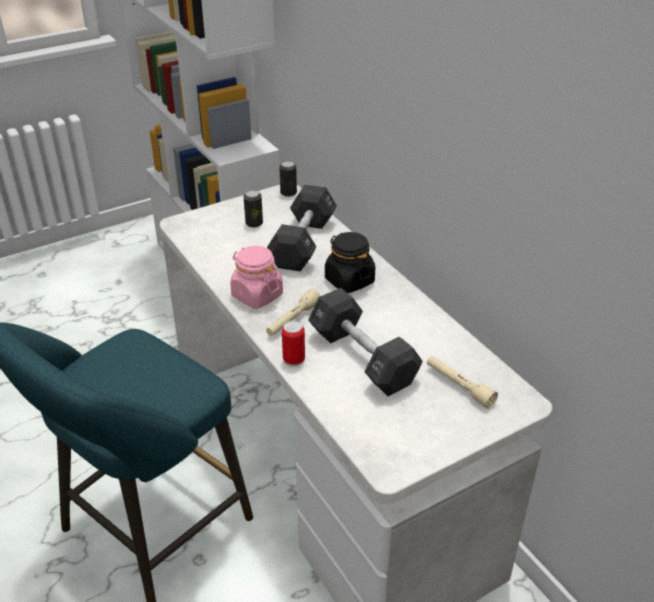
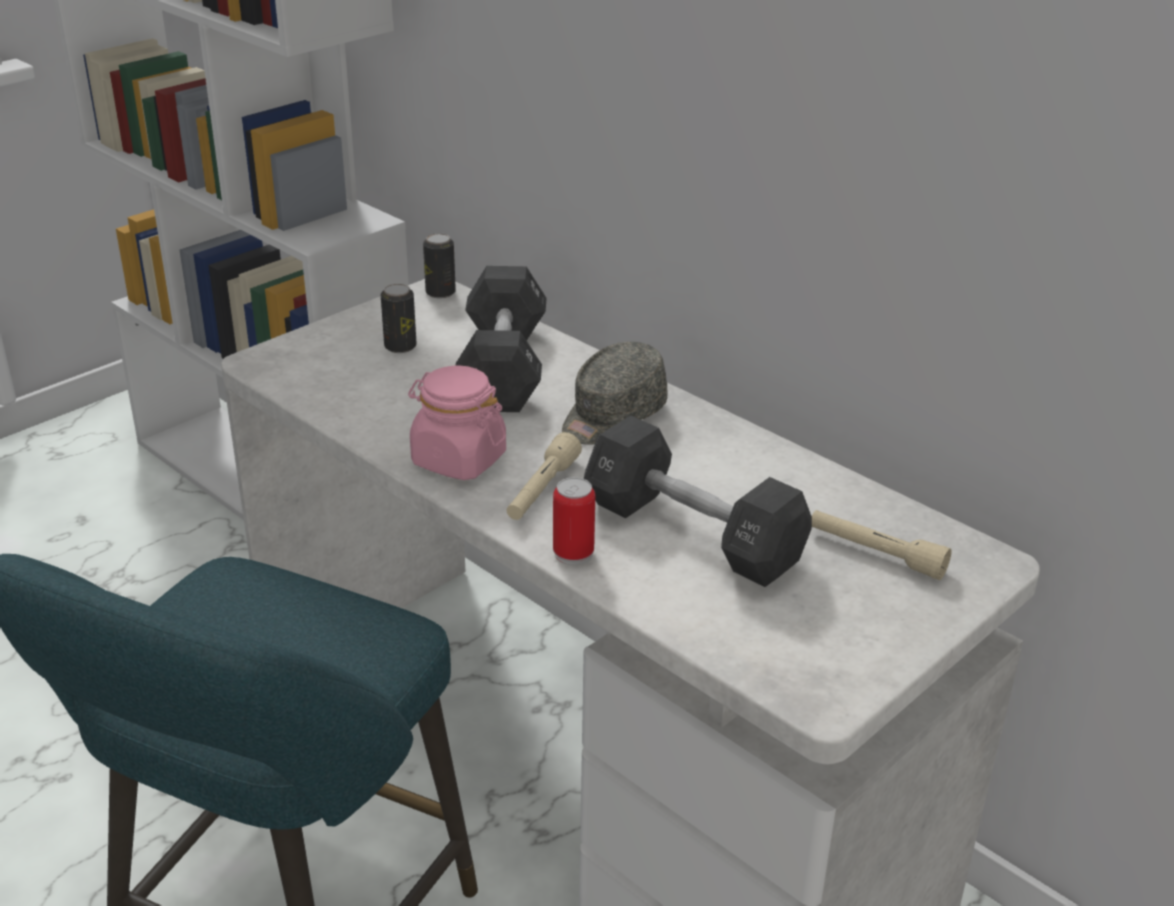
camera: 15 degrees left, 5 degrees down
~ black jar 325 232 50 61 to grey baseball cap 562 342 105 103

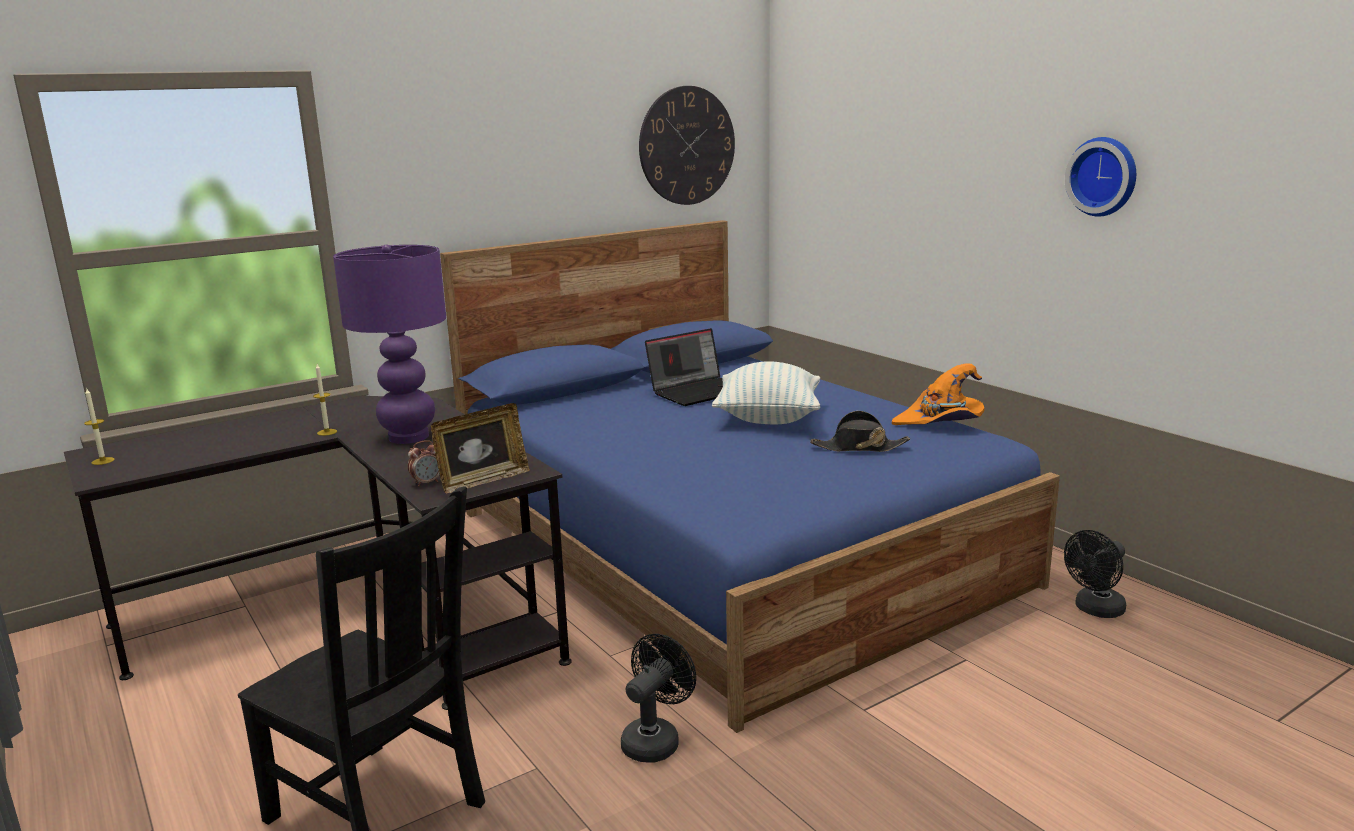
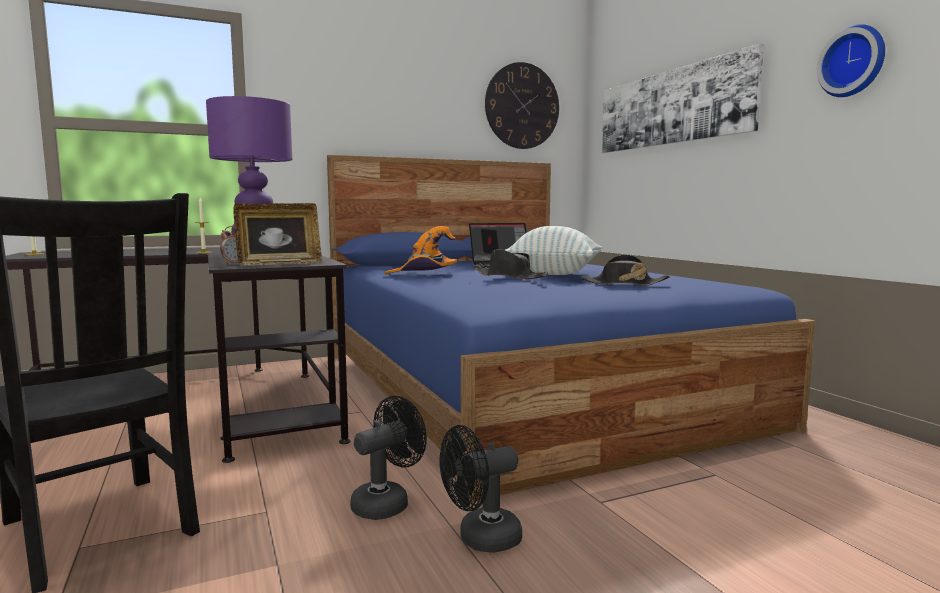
camera: 10 degrees right, 10 degrees down
~ orange hat 892 363 92 62 to 384 226 73 48
~ black cooling fan 1064 530 62 88 to 439 425 83 128
+ wall picture 602 43 162 110
+ black hat 473 249 75 30

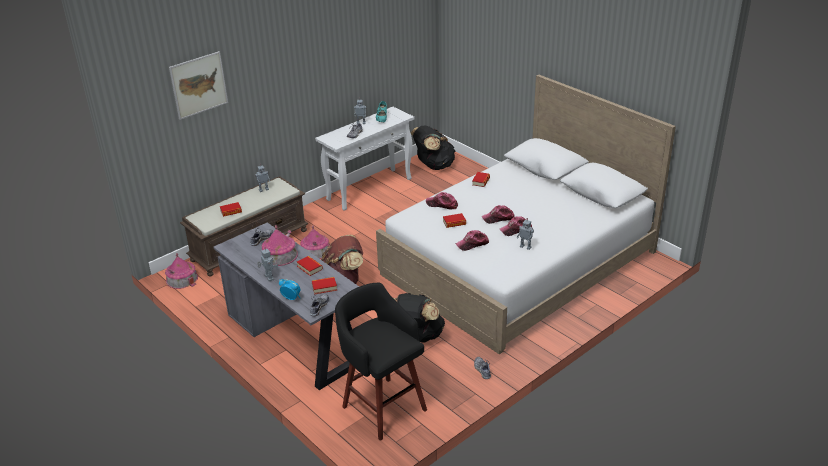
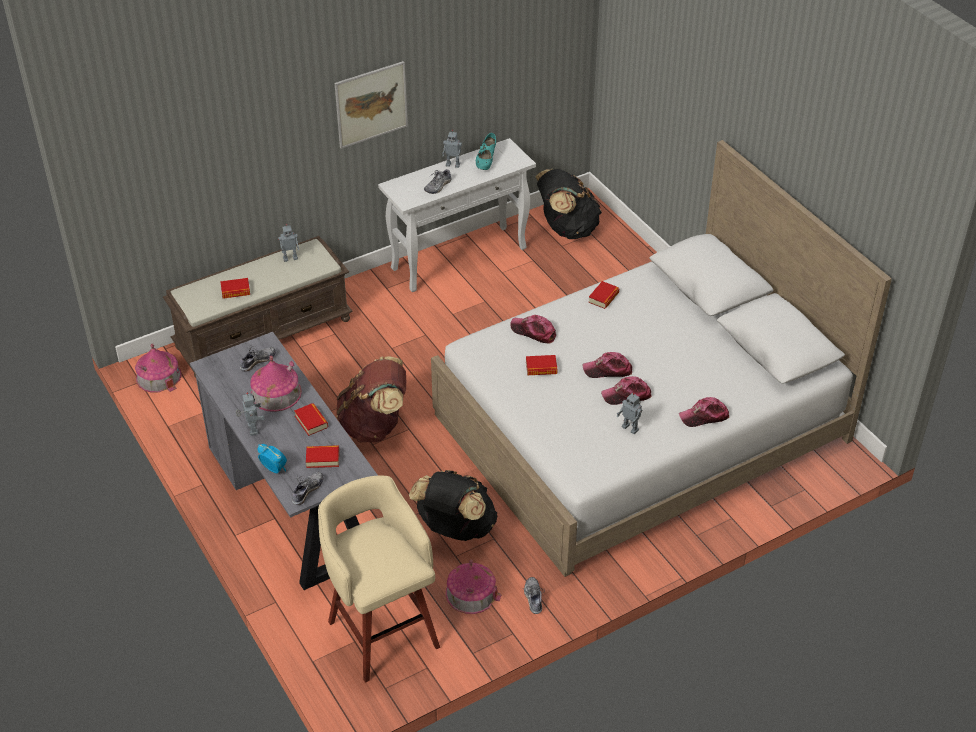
camera: 10 degrees right, 10 degrees up
~ wall picture 169 51 59 69 to 335 61 73 88
~ toy house 300 225 30 34 to 446 560 56 54
~ baseball cap 455 230 34 21 to 679 397 50 30
~ black stool seat 335 283 92 158 to beige stool seat 318 476 122 207

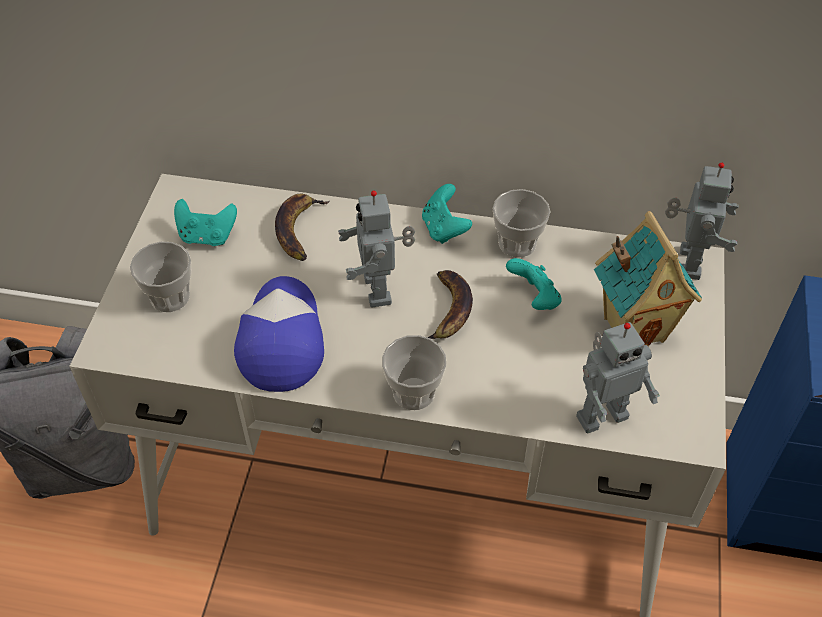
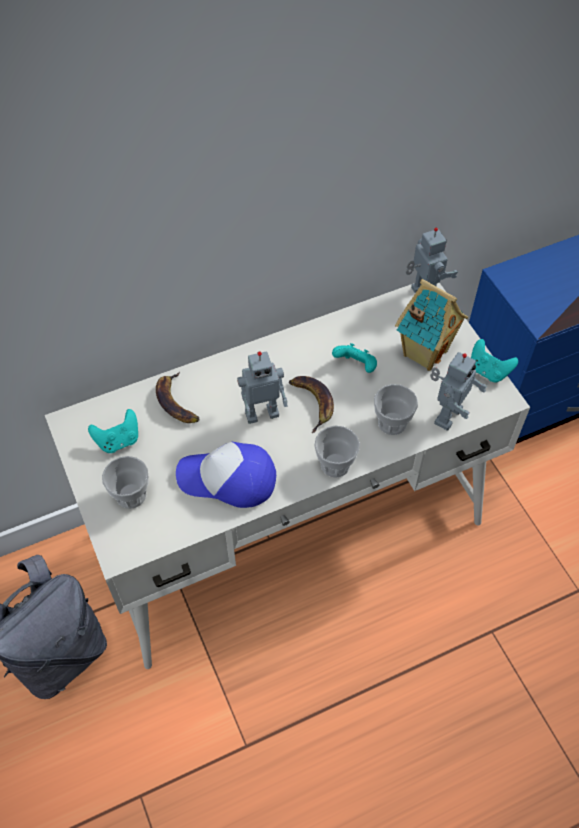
camera: 35 degrees left, 5 degrees up
~ blue-green game controller 422 184 50 60 to 471 339 47 43
~ small cup 493 189 58 69 to 374 384 44 51
~ toy robot 338 190 77 118 = 237 351 51 73 60 degrees counterclockwise
~ baseball cap 234 276 90 116 = 176 442 100 66 45 degrees counterclockwise

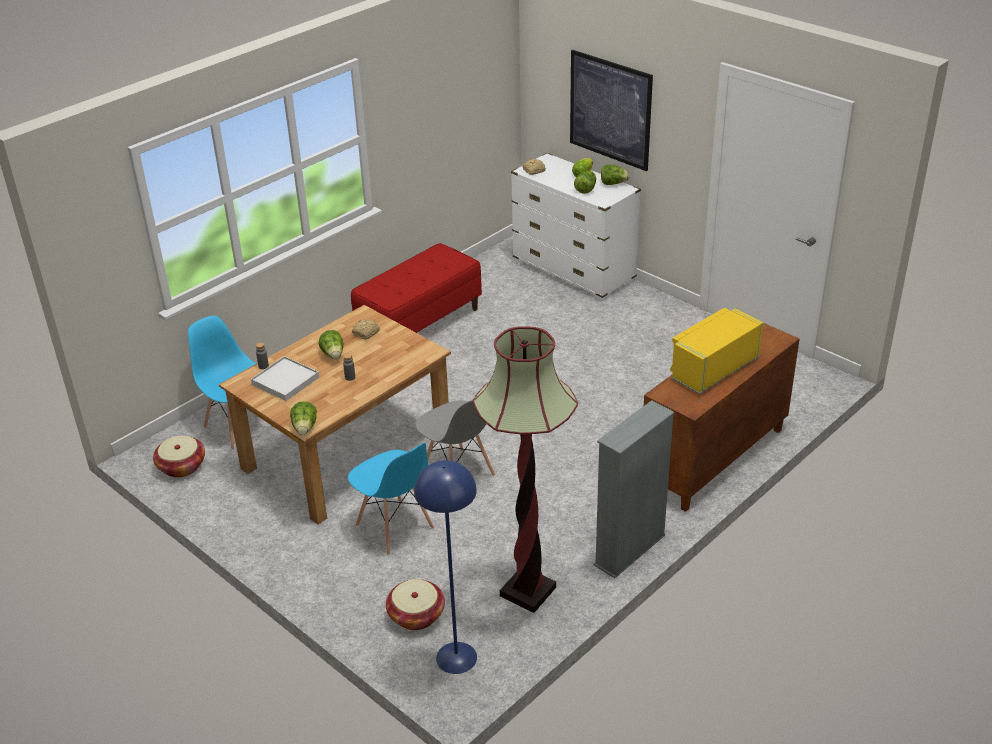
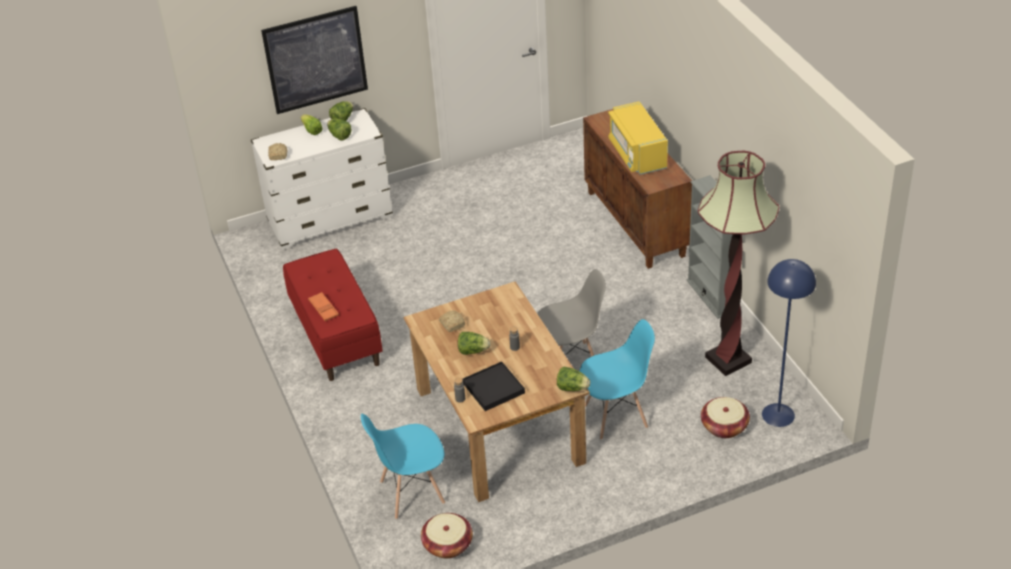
camera: 65 degrees left, 5 degrees up
~ whitish tray 251 356 68 45 to black tray 462 361 63 50
+ orange tray 308 292 31 29

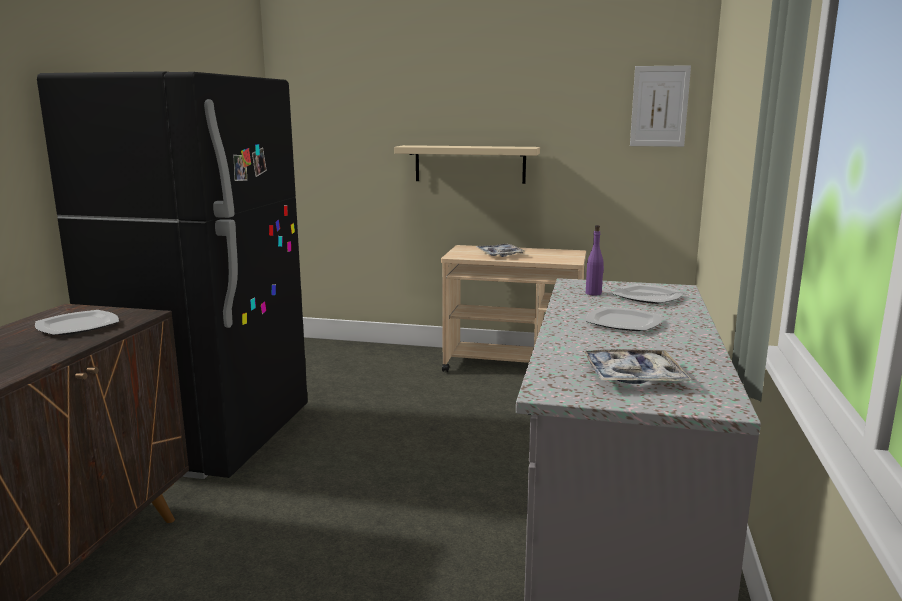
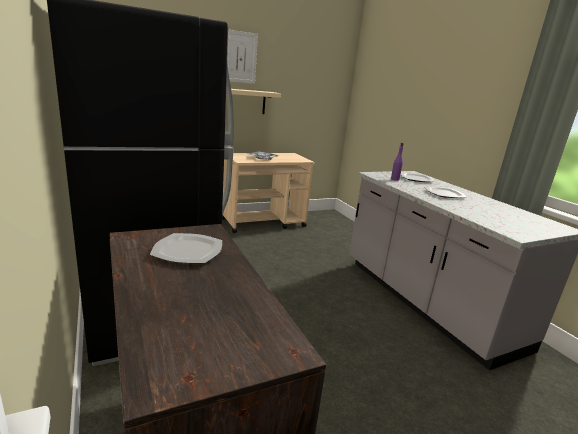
camera: 40 degrees left, 5 degrees up
~ wall picture 630 65 61 82 to 227 30 31 54
- tray 583 349 108 35

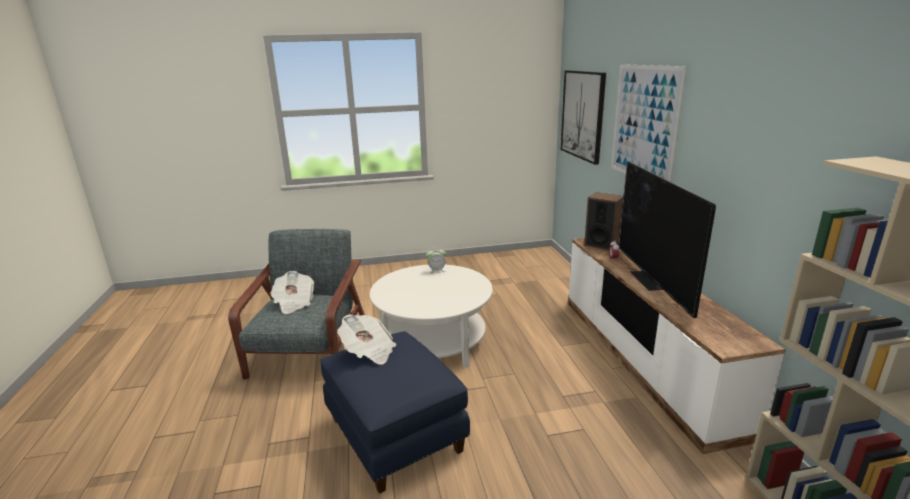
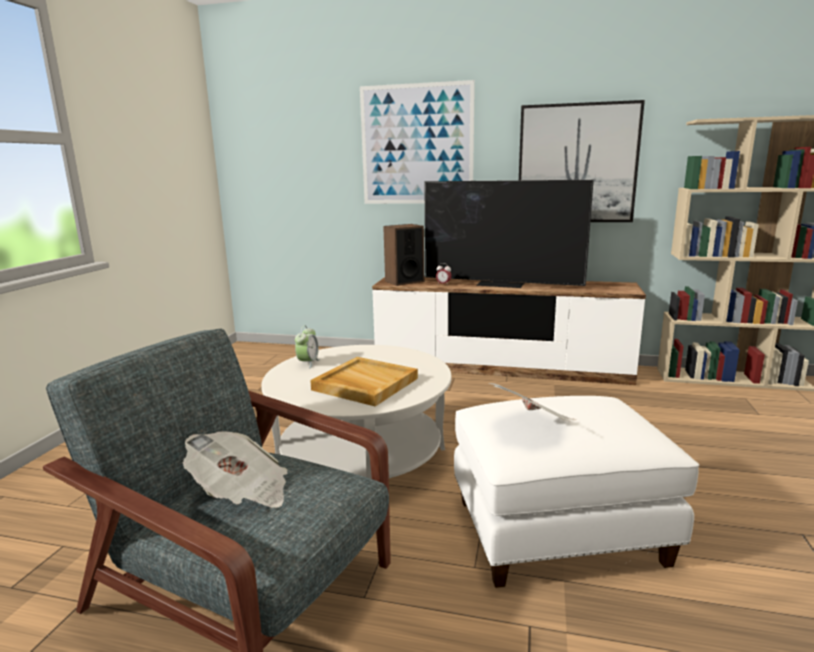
camera: 65 degrees left, 5 degrees down
~ wall picture 561 70 45 95 to 519 100 126 122
~ blue ottoman 320 331 150 163 to whitish ottoman 454 396 245 192
+ beige tray 310 357 108 49

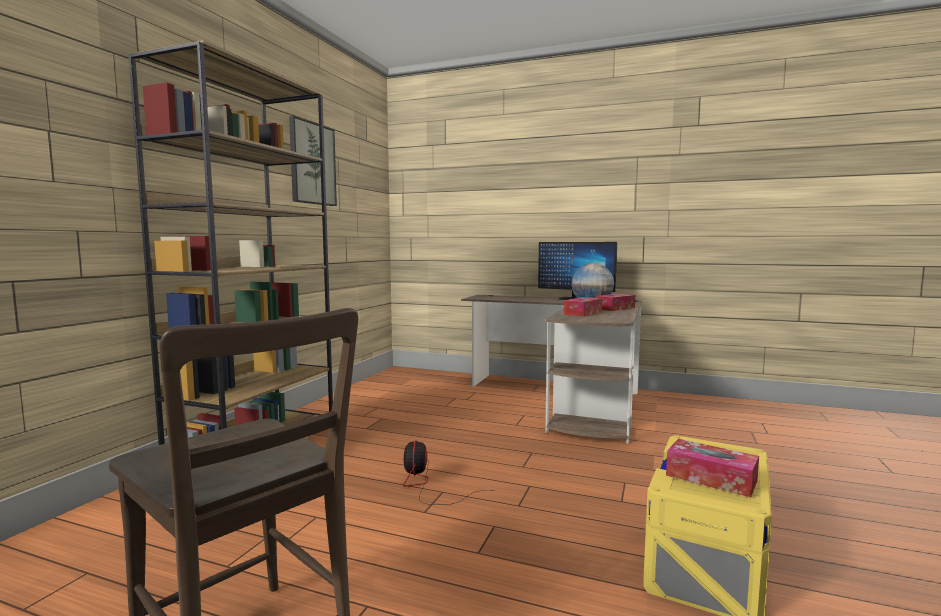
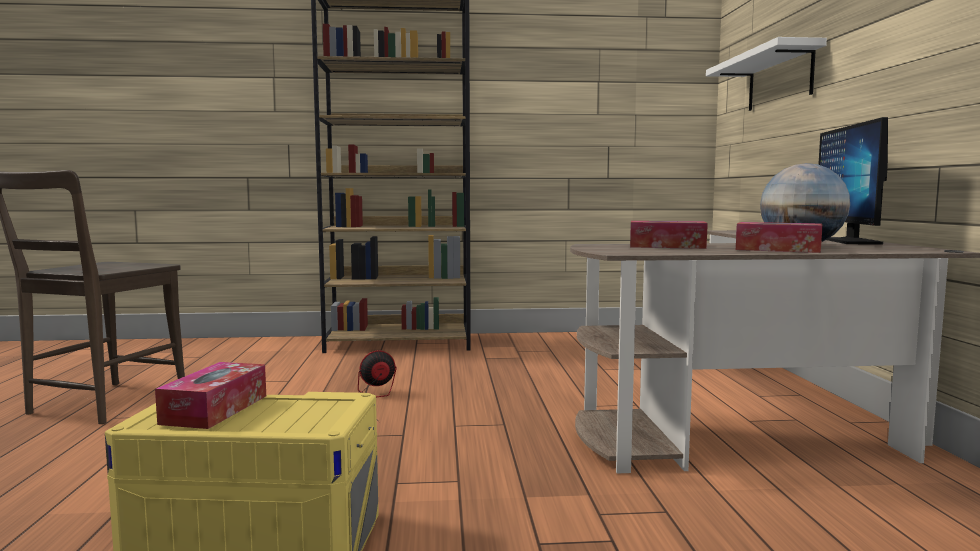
camera: 65 degrees right, 0 degrees up
- wall picture 289 116 48 90
+ whitish bracket shelf 706 37 121 74

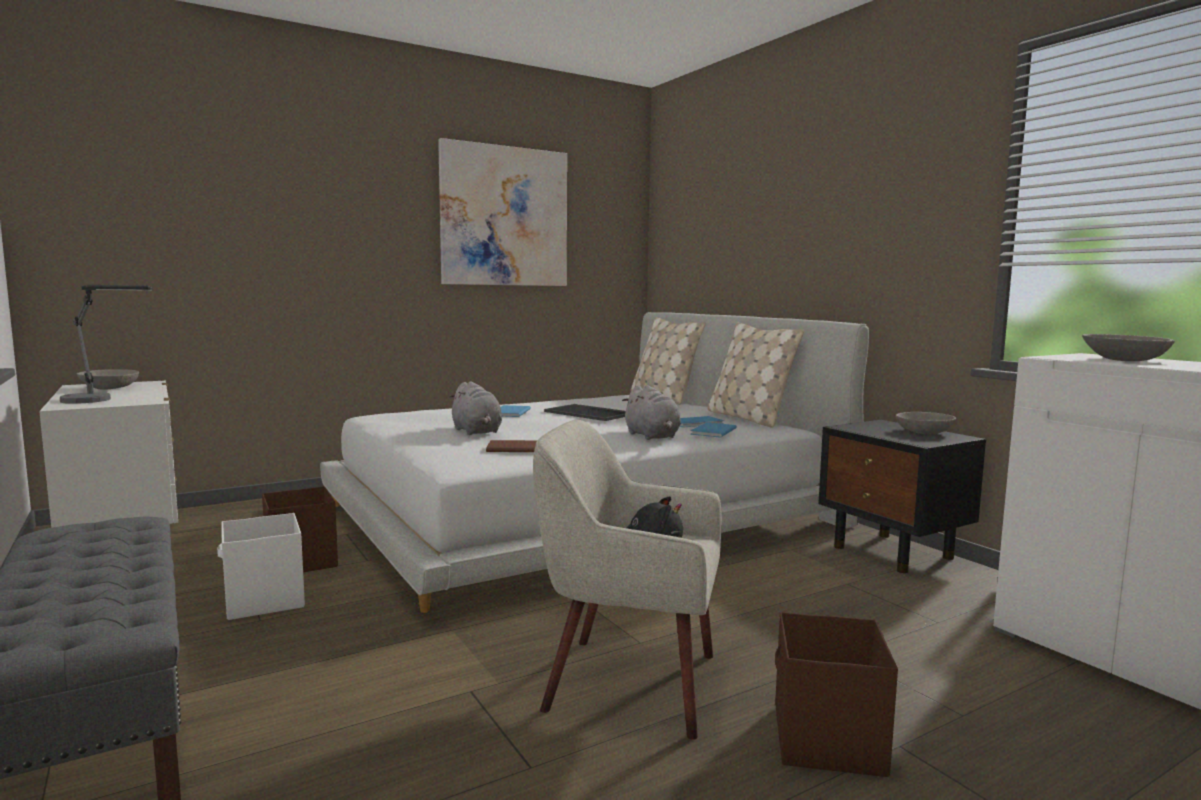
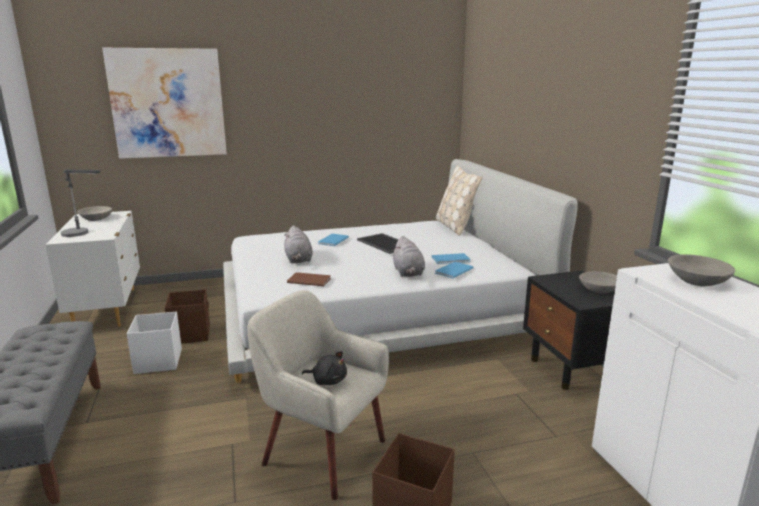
camera: 15 degrees right, 10 degrees up
~ wall picture 438 138 129 148 to 102 48 125 111
- beige pillow 707 322 97 105

